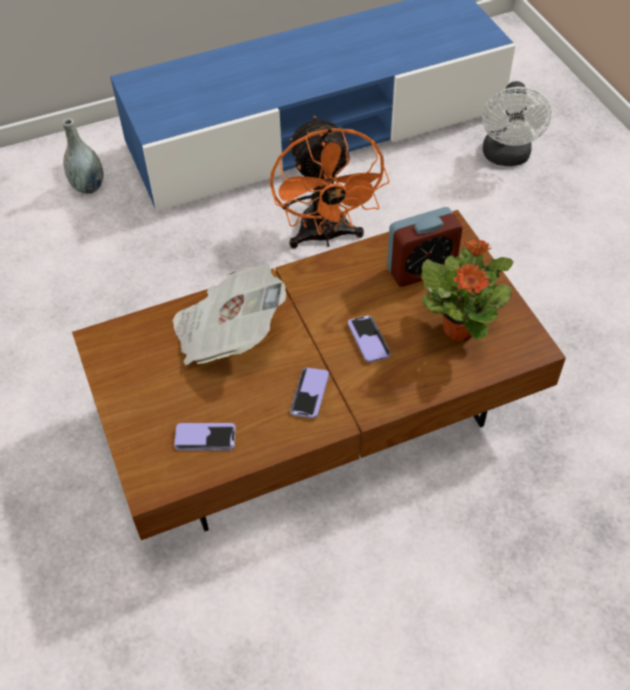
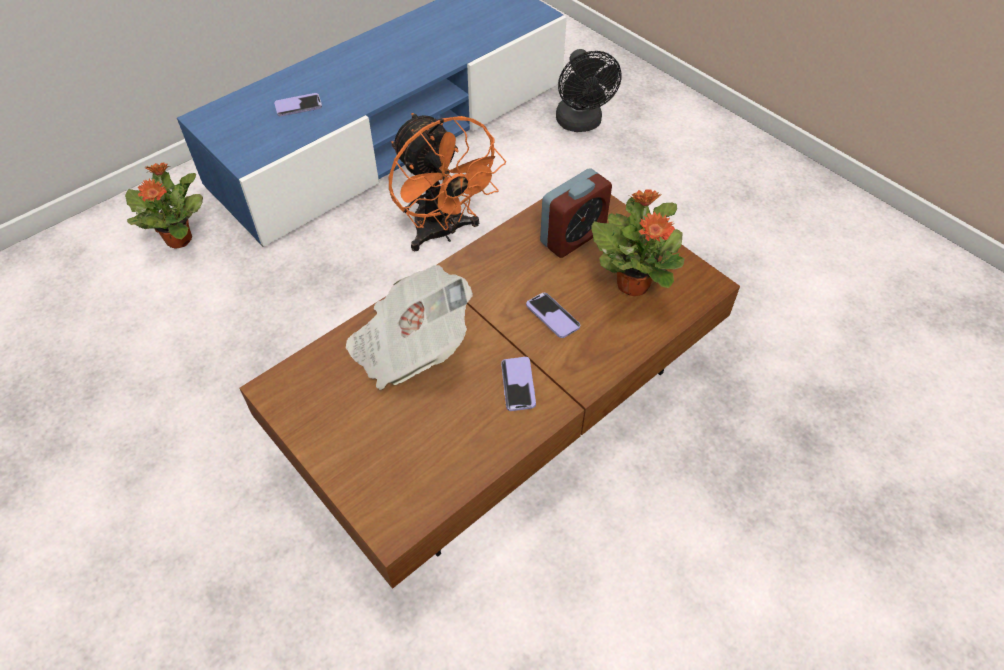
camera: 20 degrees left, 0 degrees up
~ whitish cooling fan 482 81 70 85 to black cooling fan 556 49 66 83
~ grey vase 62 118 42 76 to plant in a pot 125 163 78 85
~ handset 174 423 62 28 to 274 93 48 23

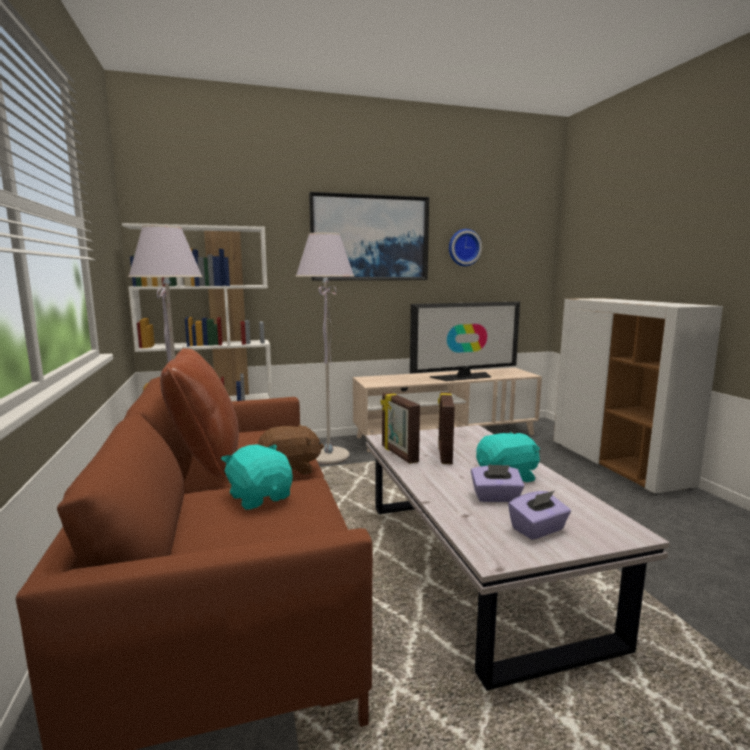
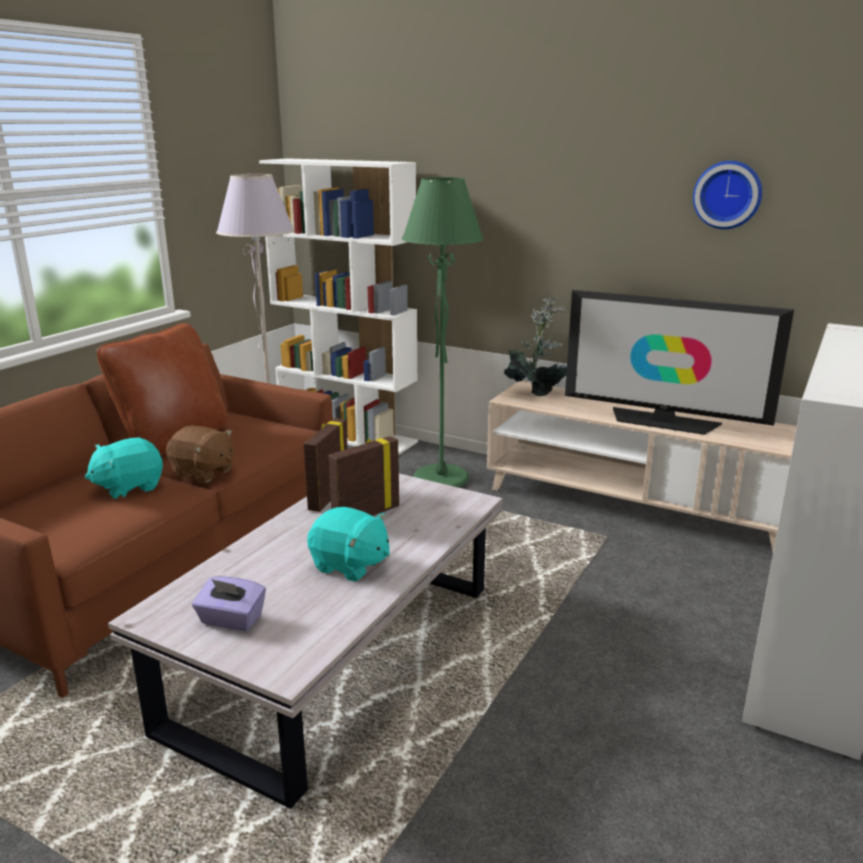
camera: 45 degrees right, 10 degrees up
- wall picture 309 192 120 89
~ grey floor lamp 296 232 59 232 to green floor lamp 402 177 82 310
~ blue-green plush toy 221 444 72 66 = 85 437 78 62 135 degrees counterclockwise
- purplish box of tissues 471 464 53 38
+ plant in a pot 504 298 64 98

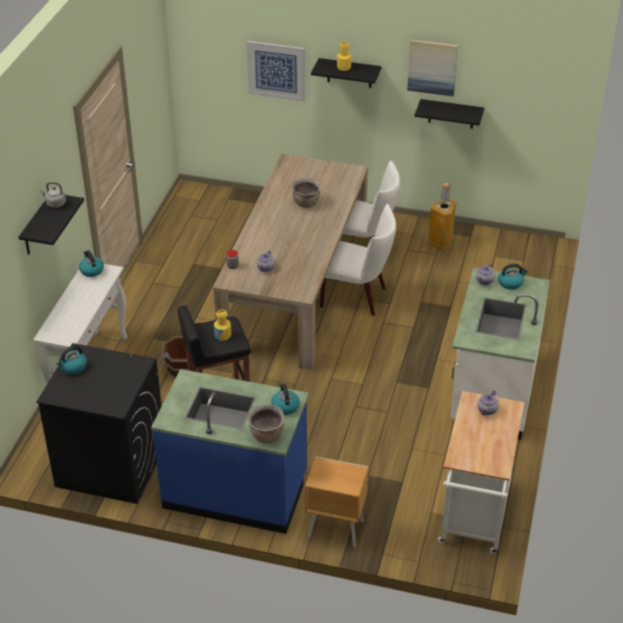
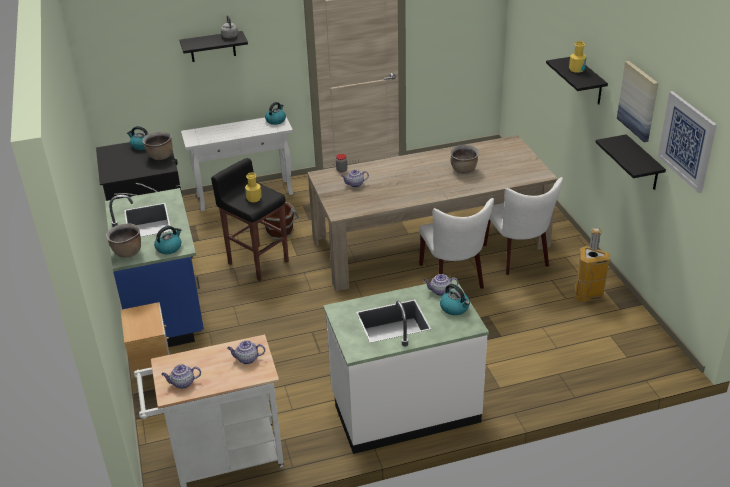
camera: 60 degrees right, 5 degrees down
~ wall picture 247 41 58 61 to 658 91 59 102
+ brownish stockpot 142 132 31 28
+ teapot 161 364 40 25

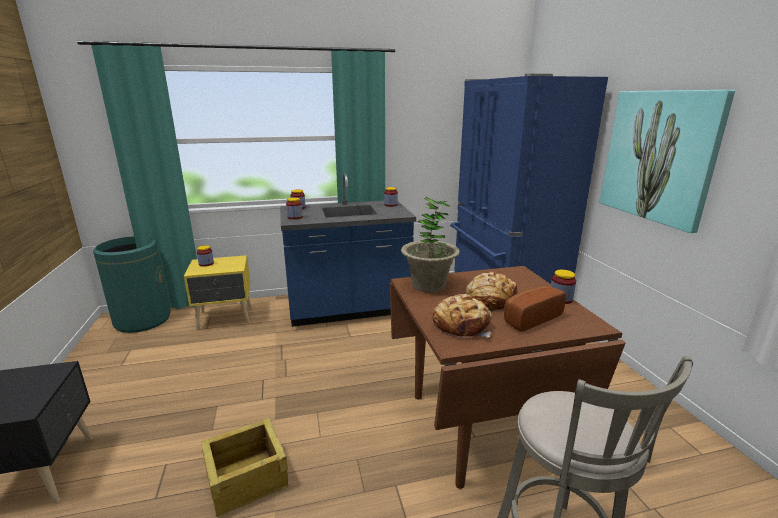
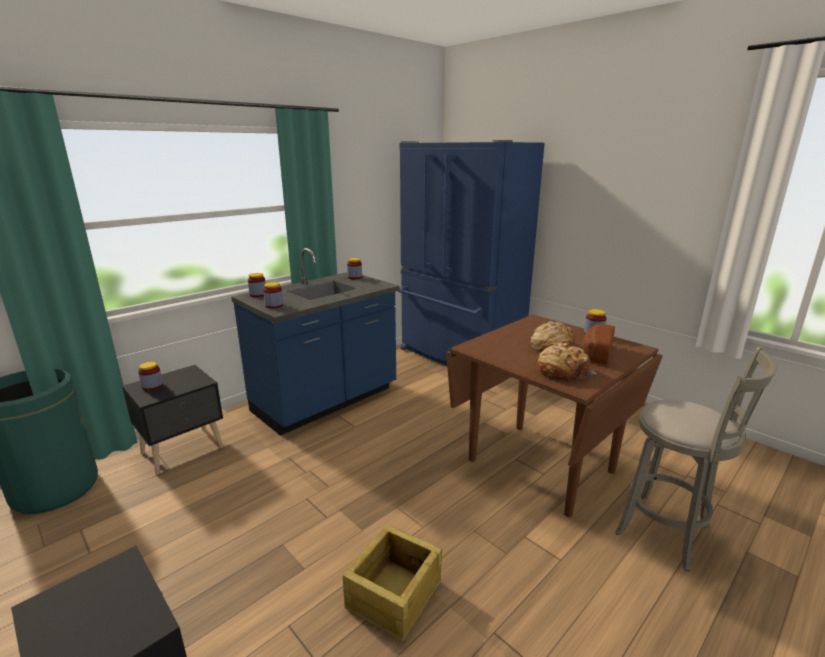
camera: 30 degrees left, 0 degrees up
- wall picture 600 90 135 143
- plant in a pot 401 197 59 95
~ yellow-coloured night table 184 255 68 75 to black night table 122 365 102 110

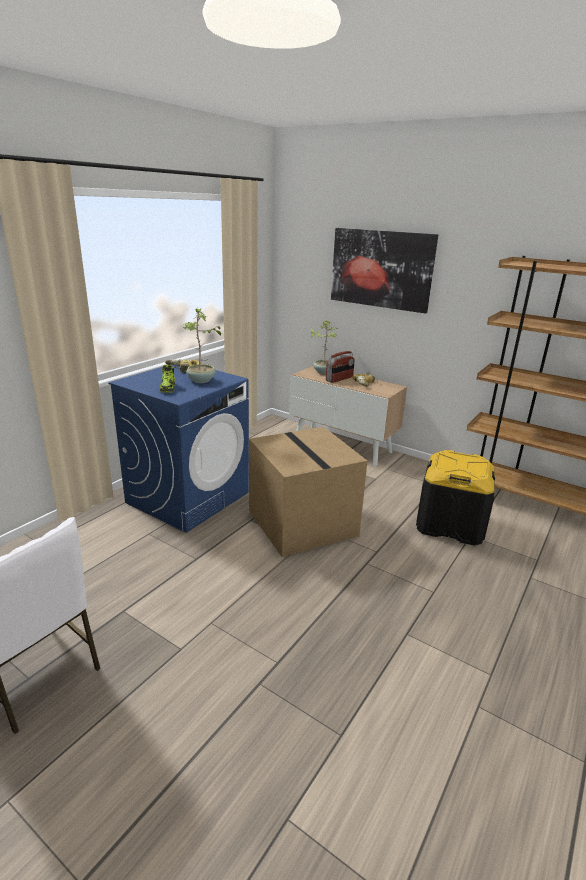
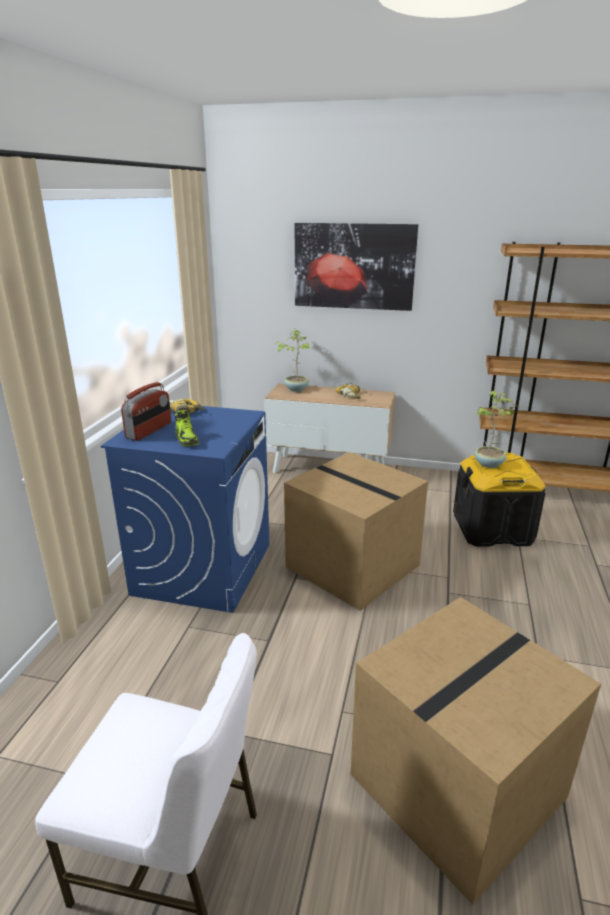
camera: 20 degrees left, 0 degrees up
~ plant in a pot 181 307 40 76 to 475 391 44 77
~ radio 326 351 29 32 to 121 382 50 59
+ packing box 350 597 251 308

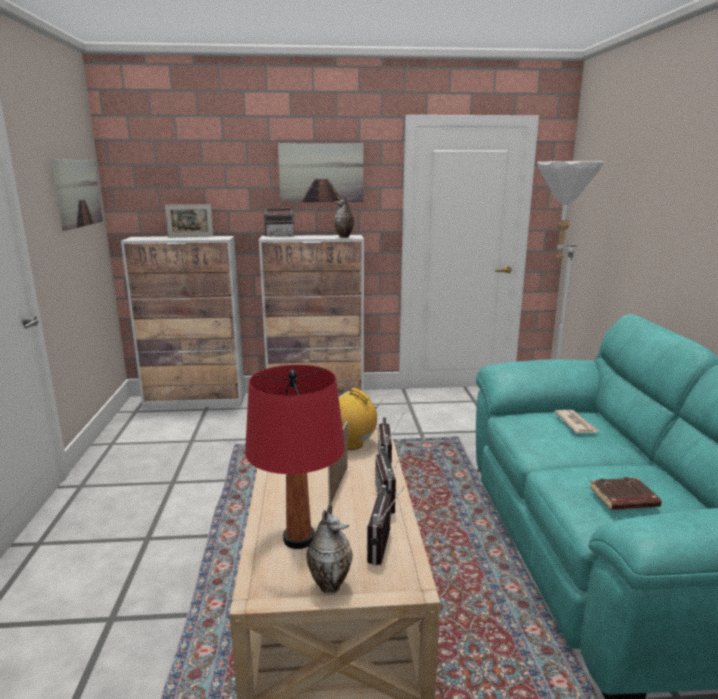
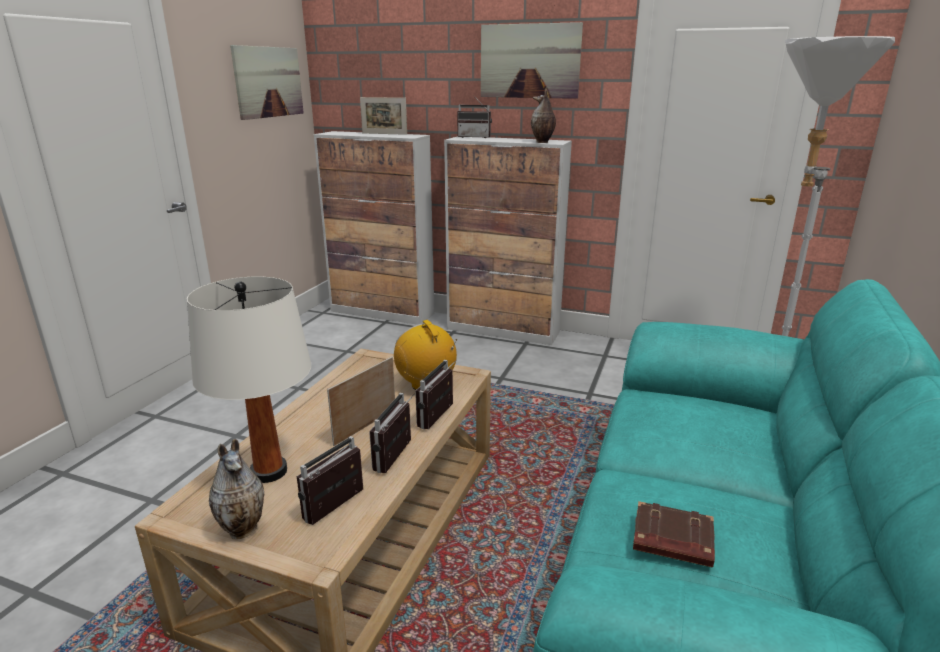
camera: 25 degrees right, 5 degrees up
~ red tabletop lamp 245 365 100 184 to whitish tabletop lamp 187 277 124 206
- printed paper 554 410 45 23

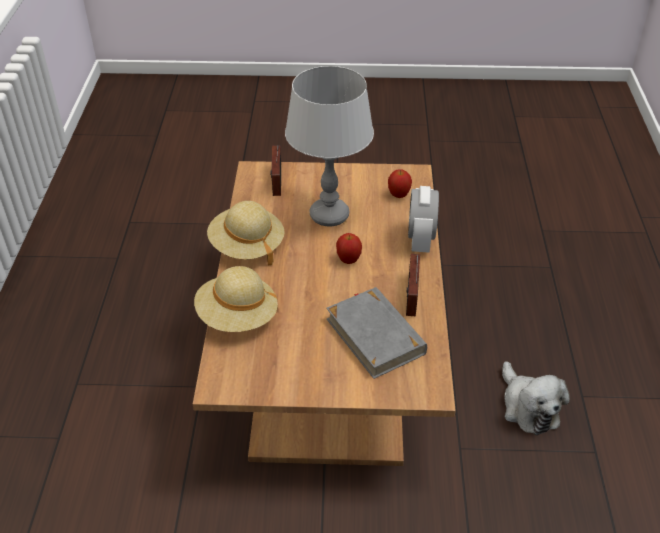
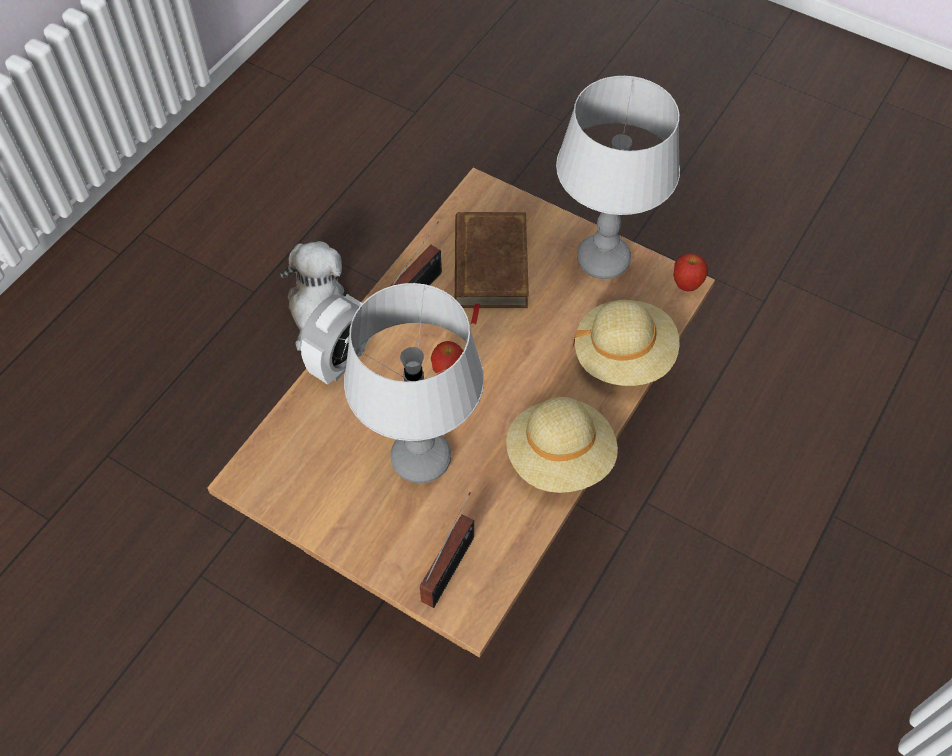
camera: 150 degrees left, 15 degrees up
~ whole apple 388 169 24 29 to 673 253 35 38
~ grey bound book 326 287 101 92 to brownish bound book 455 212 74 113
+ grey tabletop lamp 556 76 124 203

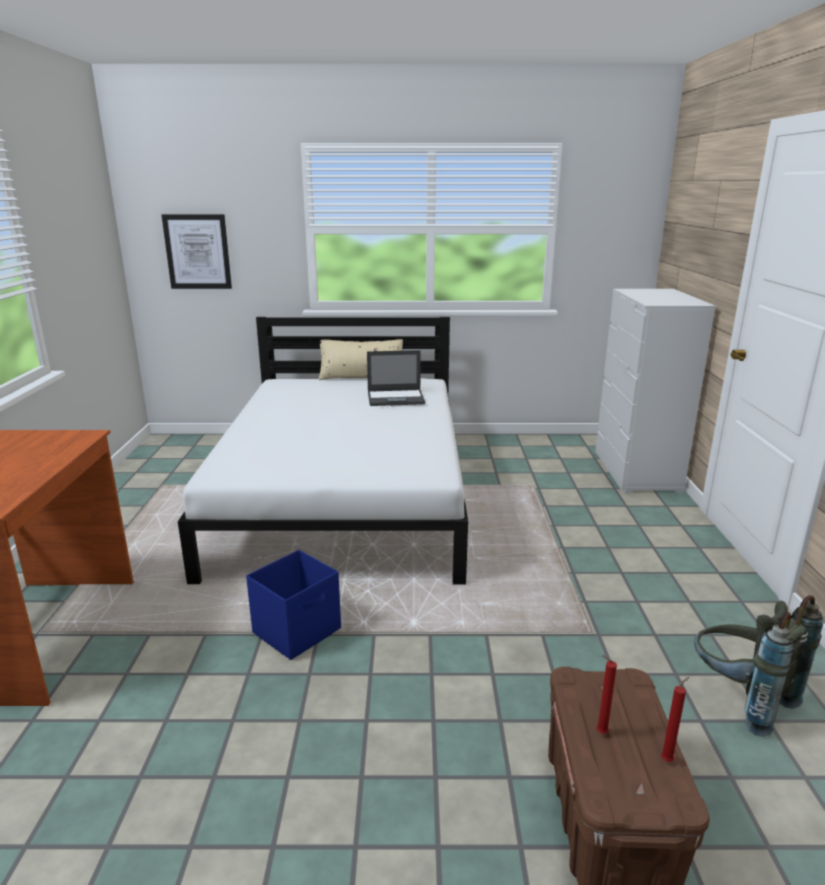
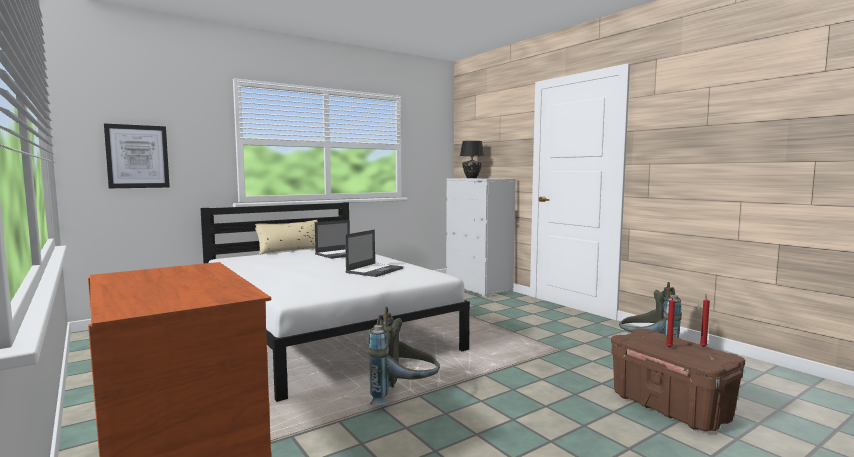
camera: 35 degrees left, 15 degrees down
~ blue storage bin 246 550 95 110 to grey rucksack 369 306 71 100
+ black tabletop lamp 460 141 24 37
+ portable computer 345 230 58 47

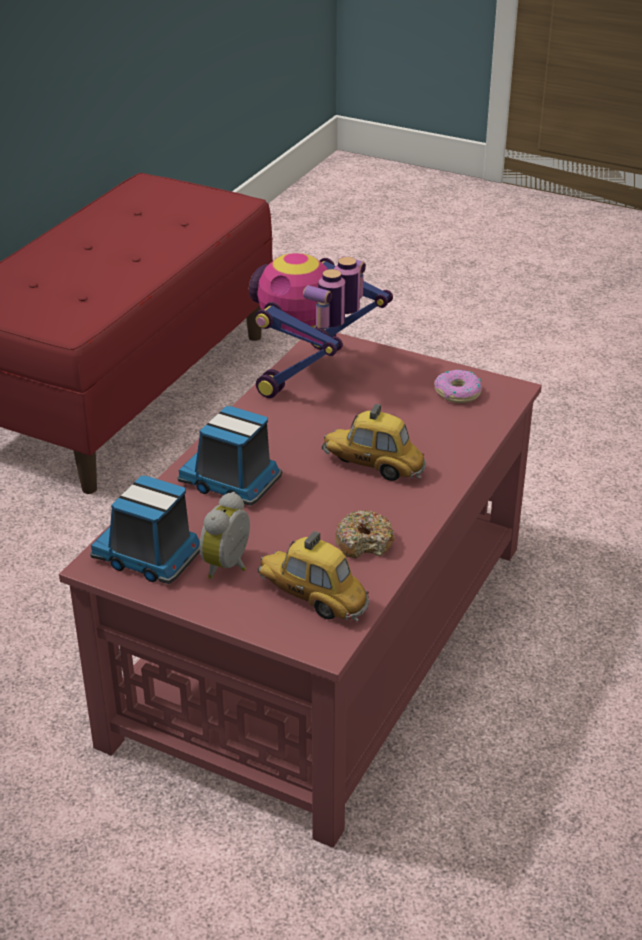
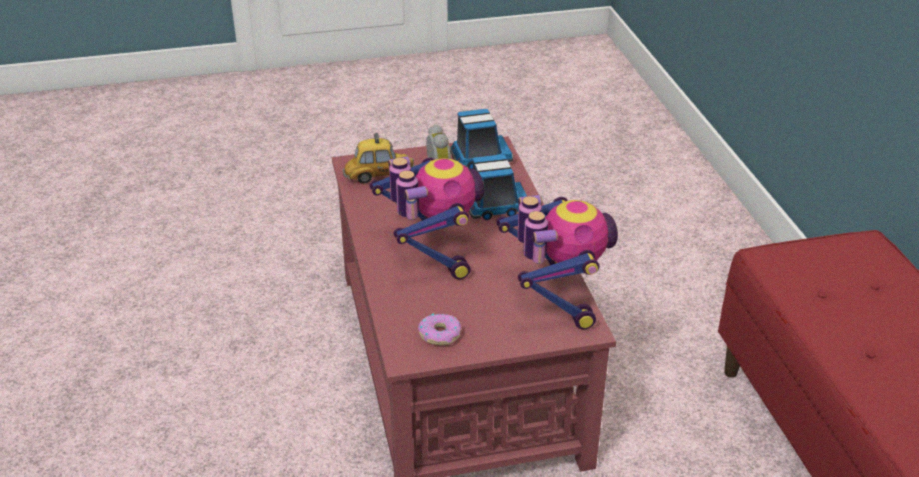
camera: 140 degrees right, 0 degrees up
~ miniature car 322 404 104 77 to toy robot 369 156 115 124
- ring doughnut 335 510 60 48

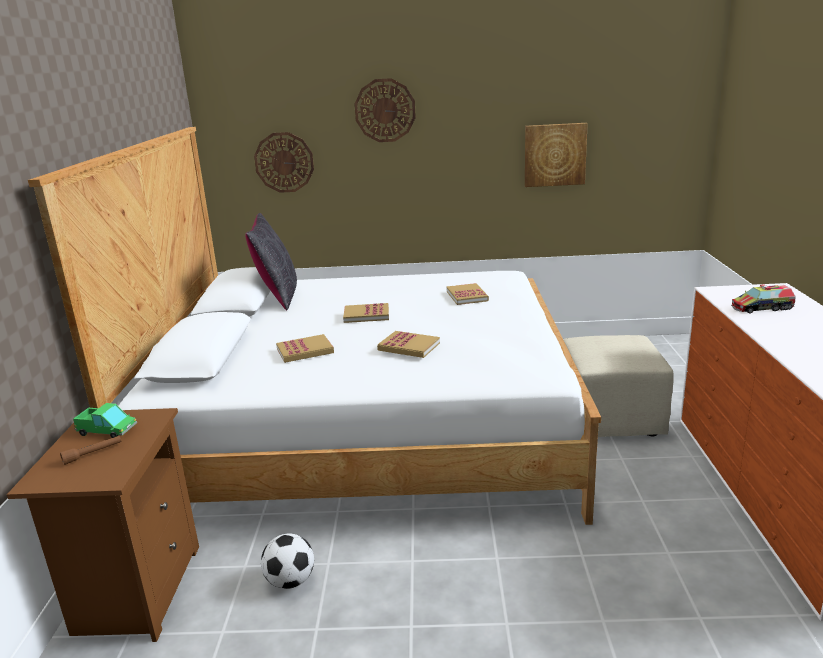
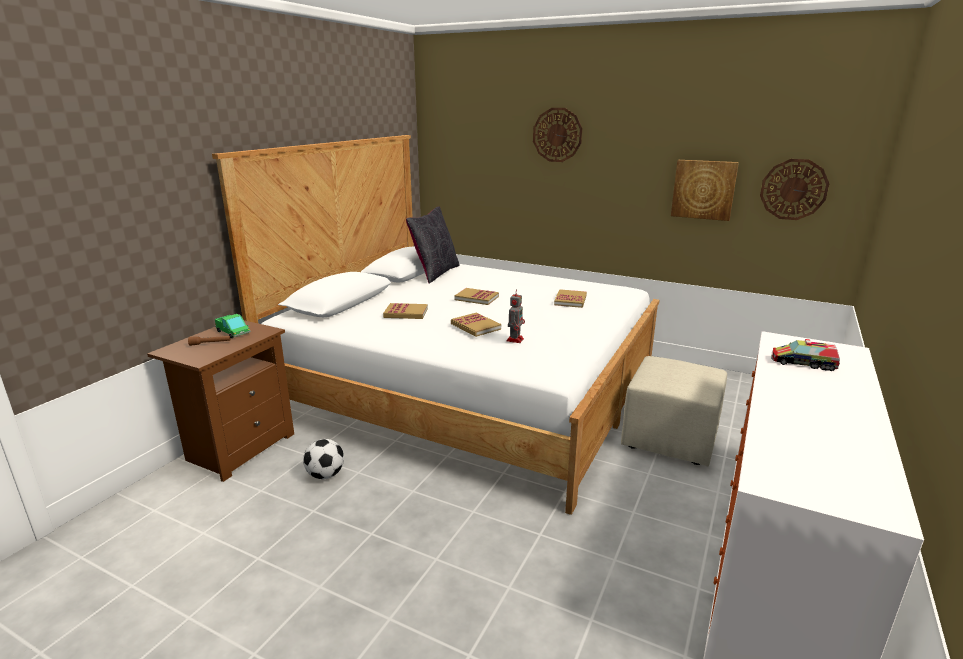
camera: 25 degrees right, 0 degrees up
~ hanging clock 254 132 60 61 to 760 159 69 61
+ toy robot 506 289 19 54

